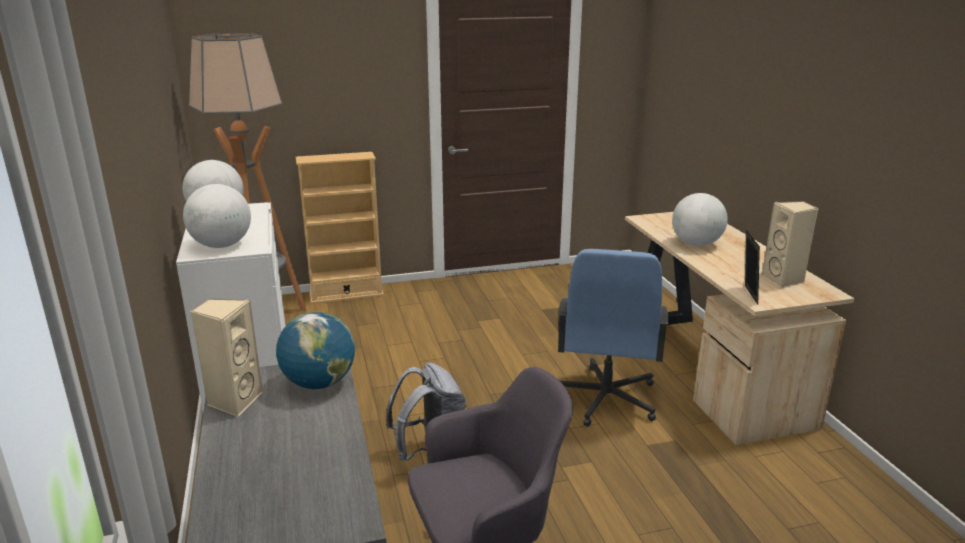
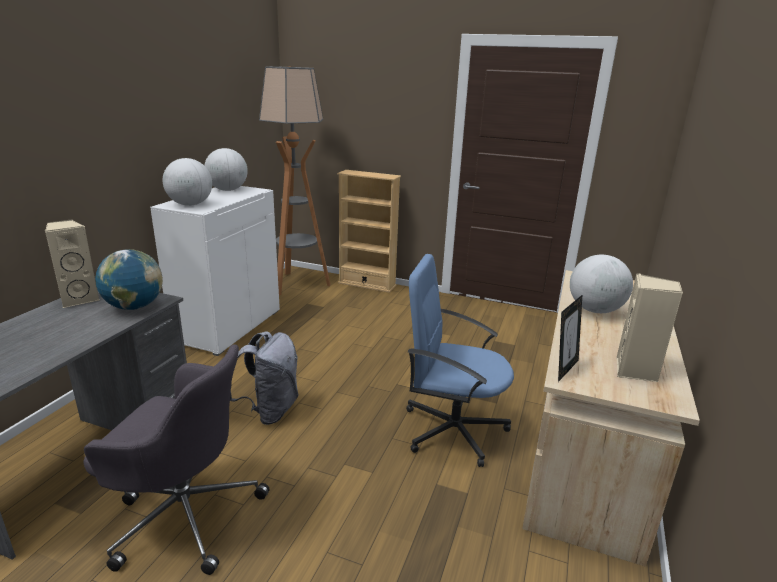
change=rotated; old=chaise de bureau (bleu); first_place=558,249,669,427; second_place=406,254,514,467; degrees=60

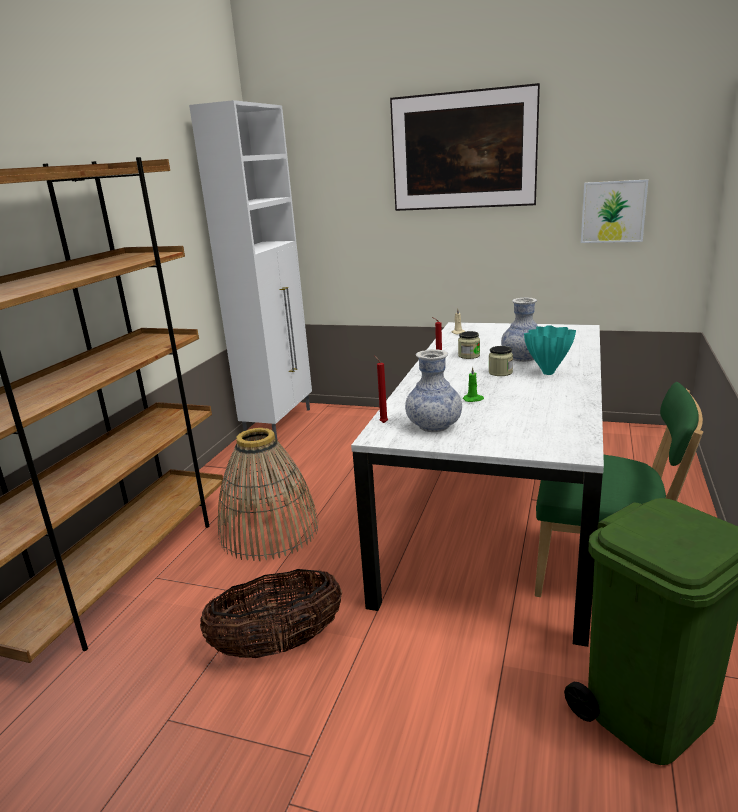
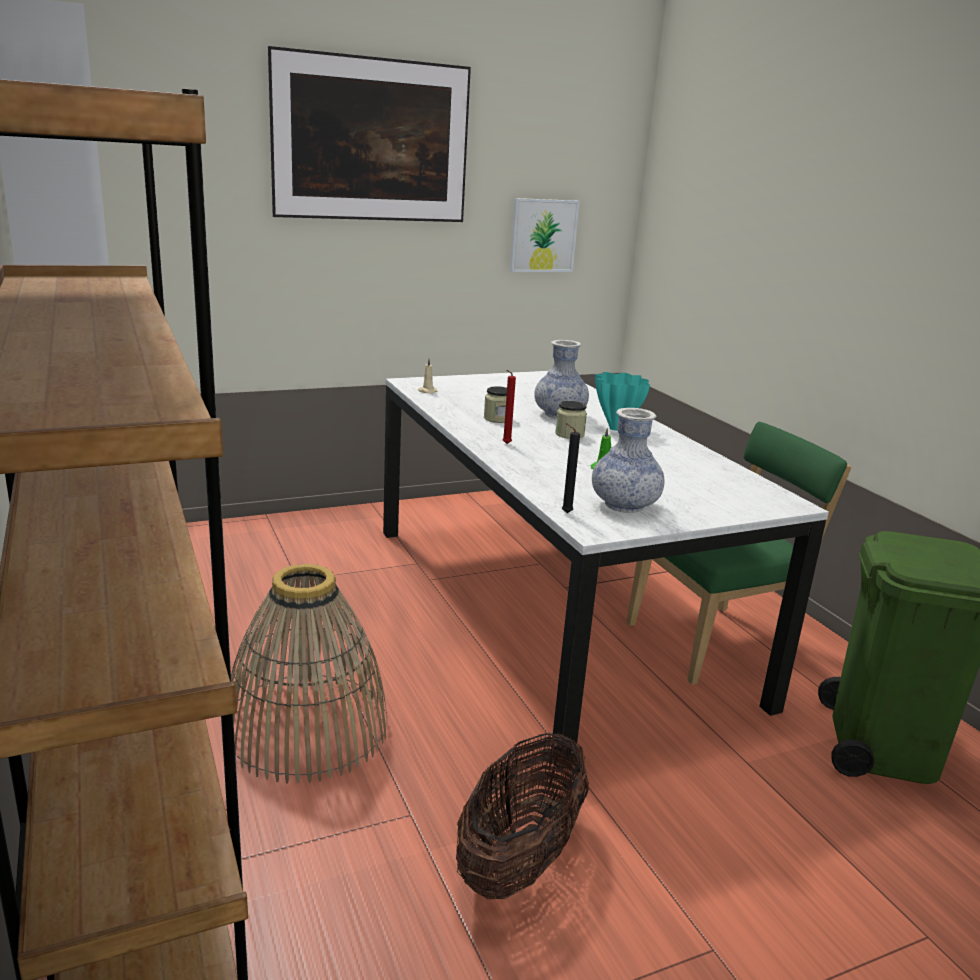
change=repainted; old=bougie (rouge); new=bougie (noir); first_place=375,356,388,423; second_place=562,423,580,513

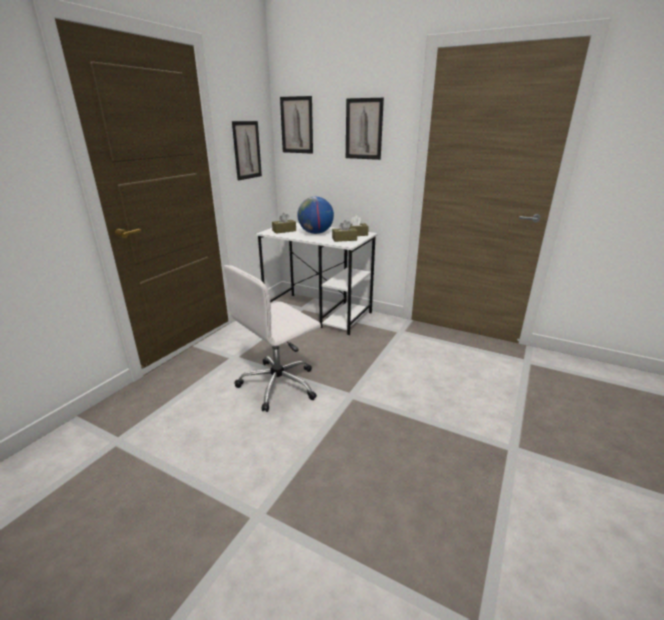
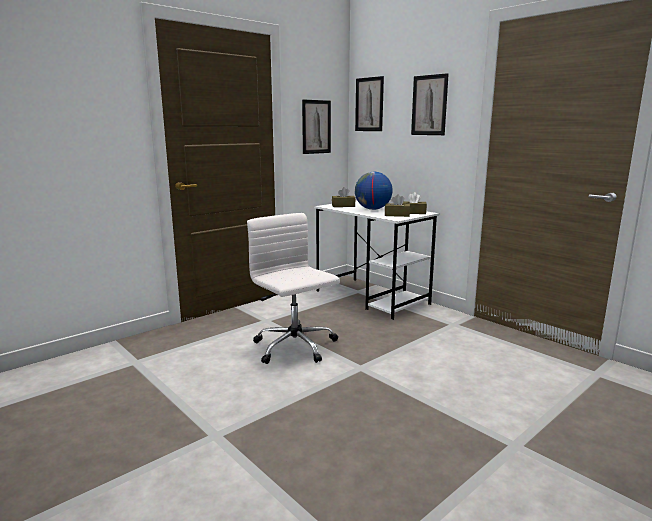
change=rotated; old=chaise de bureau (blanc); first_place=224,265,321,412; second_place=247,213,340,364; degrees=75

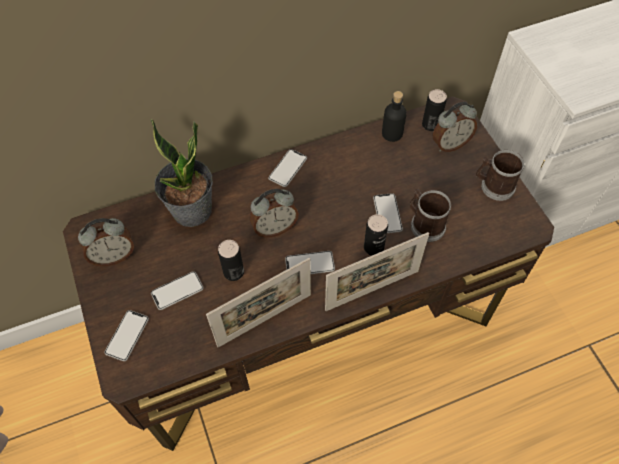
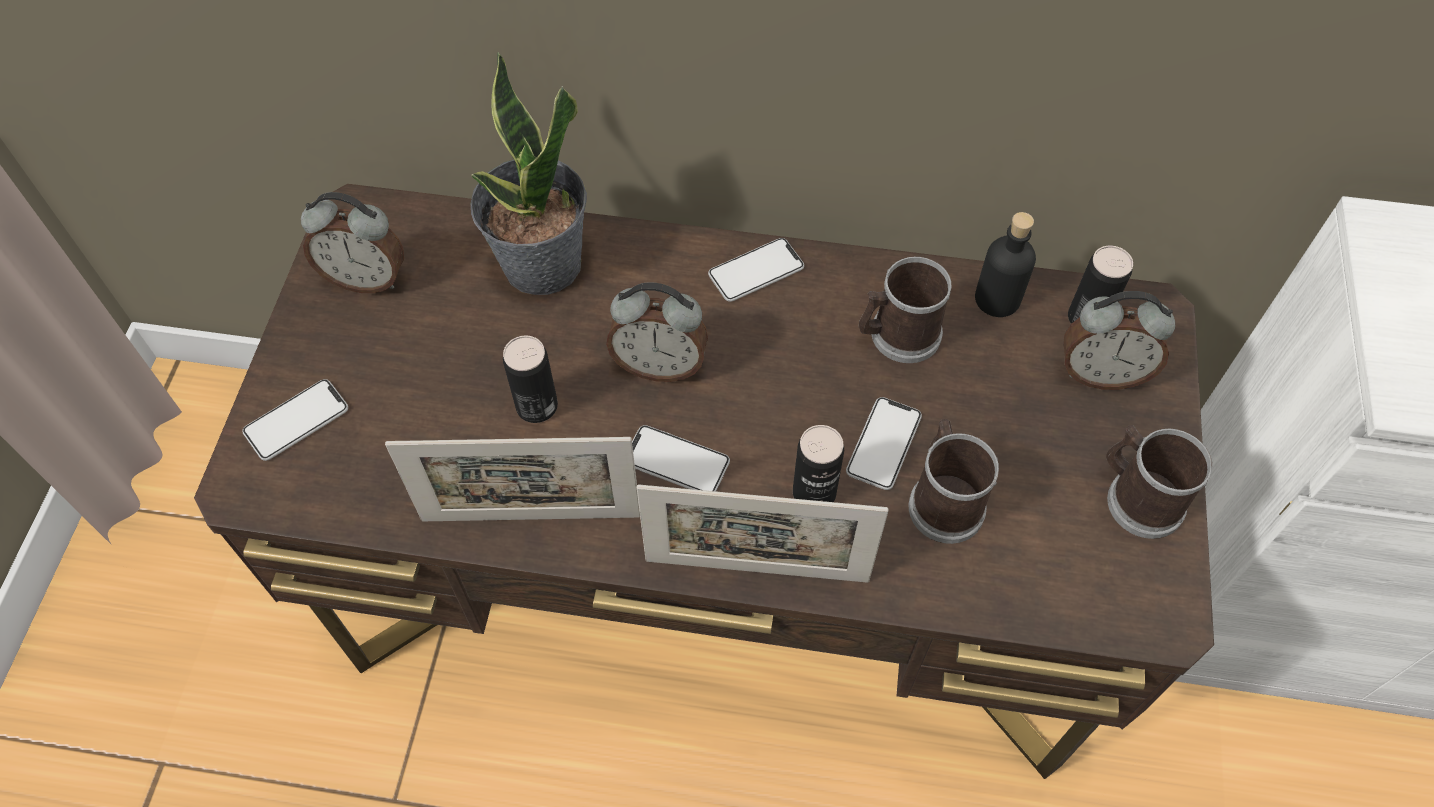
change=gone; old=téléphone; first_place=151,271,204,310
change=new; new=mug; second_place=858,257,952,363

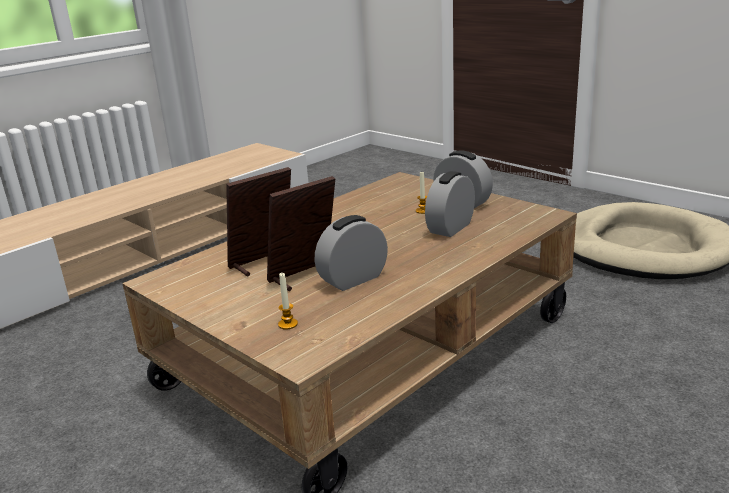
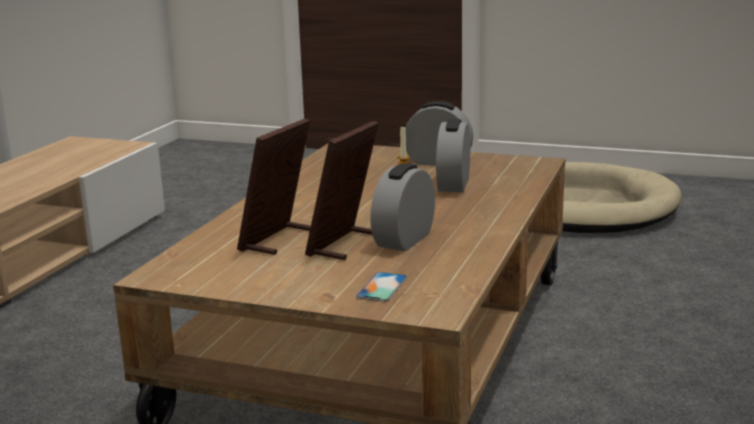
change=swapped; old=bougie; new=téléphone; first_place=278,273,298,330; second_place=356,272,407,302

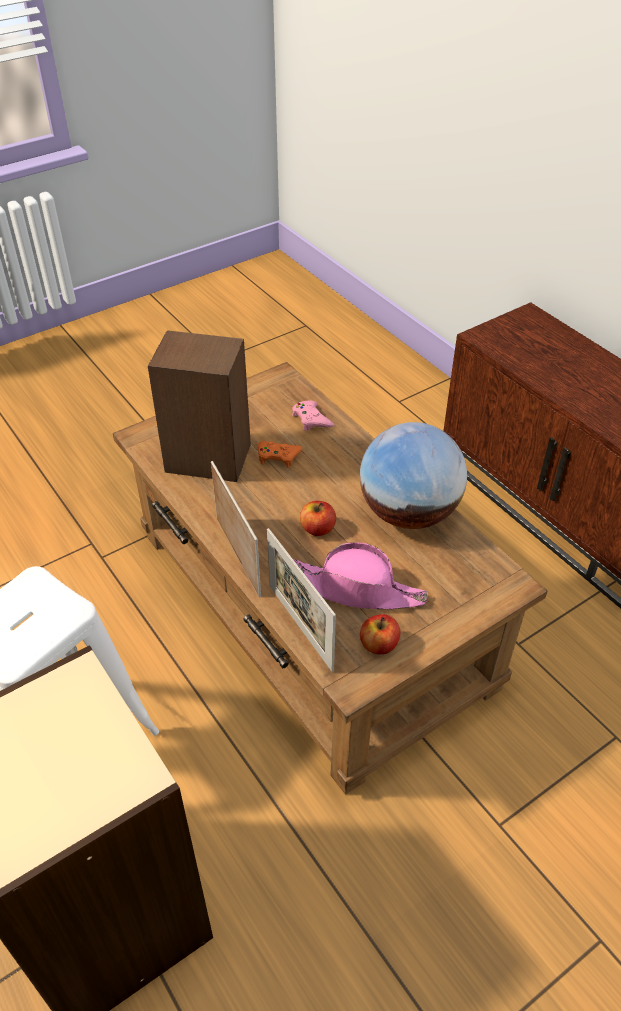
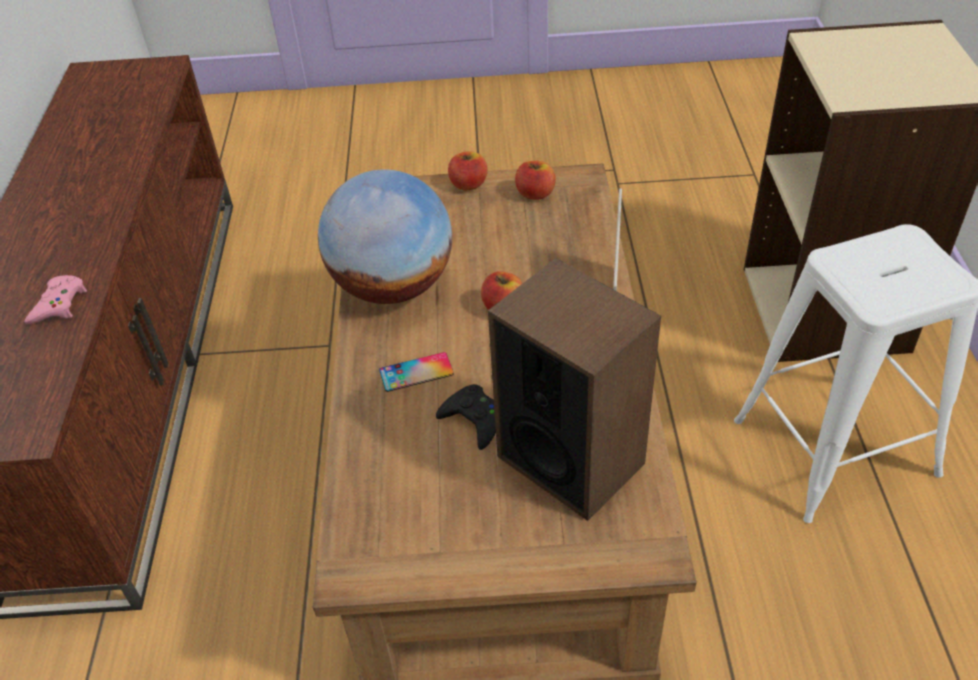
change=shifted; old=manette (rose); first_place=292,401,334,431; second_place=24,275,87,324
change=repainted; old=manette (orange); new=manette (noir); first_place=258,441,302,468; second_place=436,384,496,450
change=gone; old=cadre photo; first_place=267,528,336,672
change=gone; old=chapeau (rose); first_place=293,542,428,609
change=new; new=pomme; second_place=448,151,488,190
change=new; new=téléphone; second_place=379,352,454,392

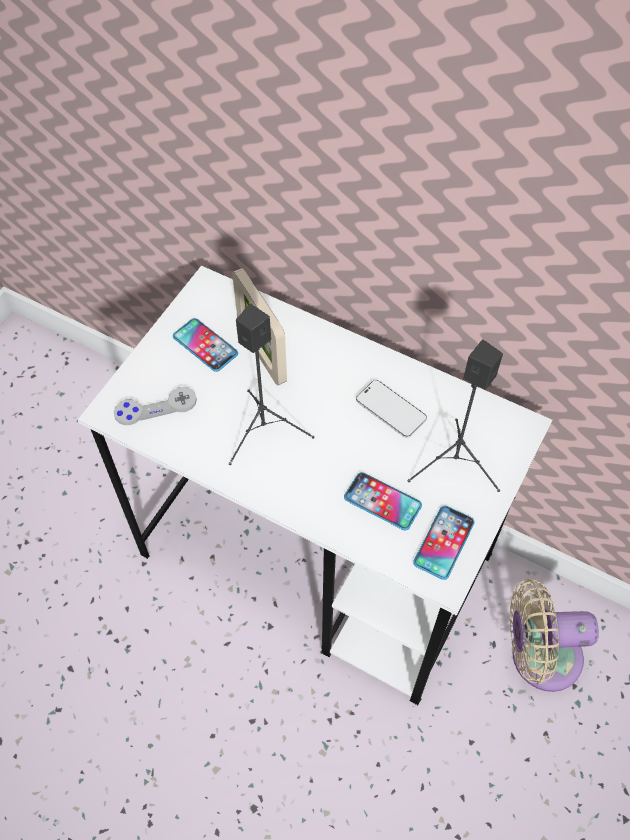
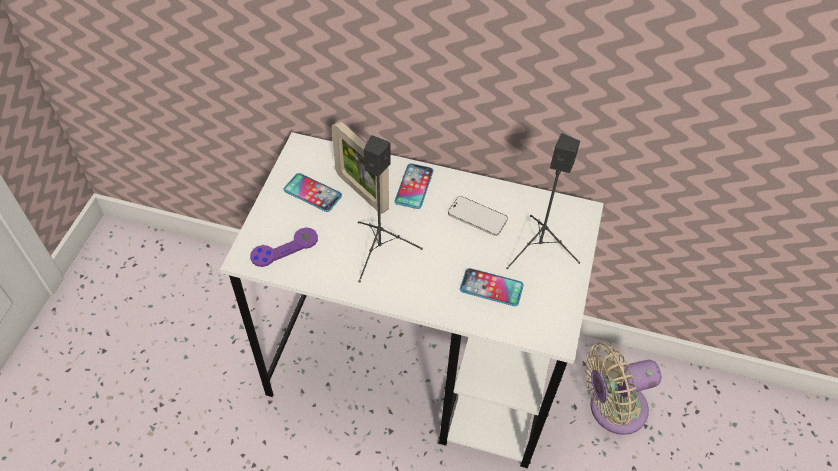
change=repainted; old=manette (gris); new=manette (violet); first_place=114,387,197,425; second_place=250,228,318,267
change=shifted; old=téléphone; first_place=413,506,475,580; second_place=395,163,433,209

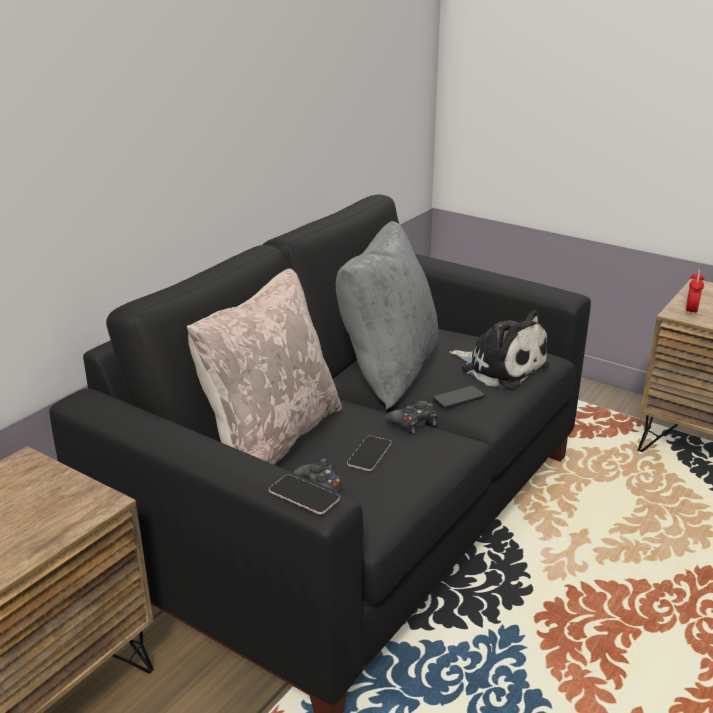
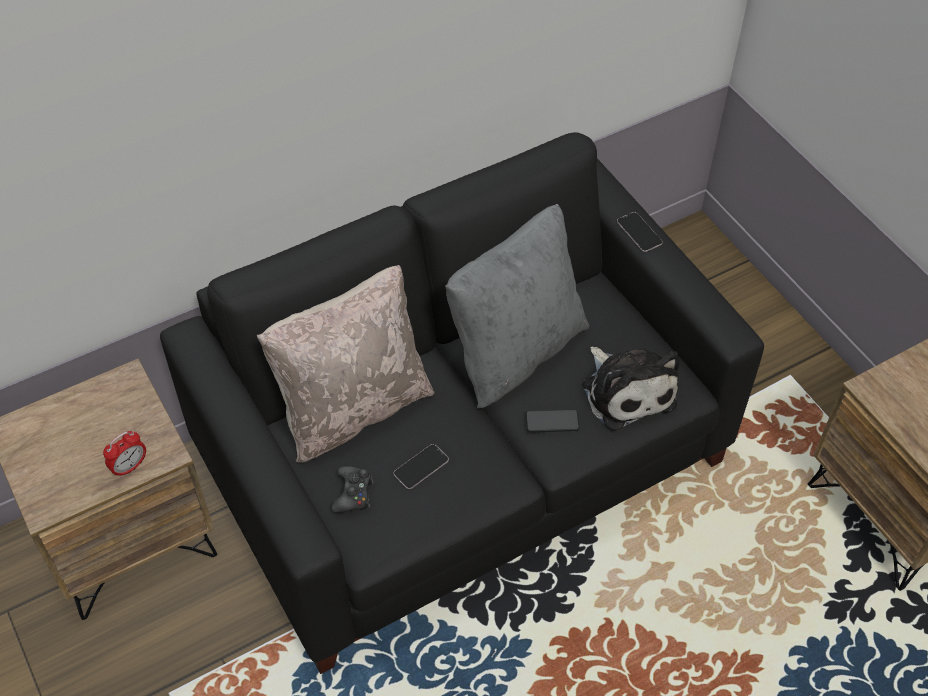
change=shifted; old=réveil; first_place=686,269,704,316; second_place=103,431,146,478
change=gone; old=manette (noir); first_place=385,401,437,434
change=shifted; old=téléphone; first_place=269,474,340,514; second_place=617,212,663,252

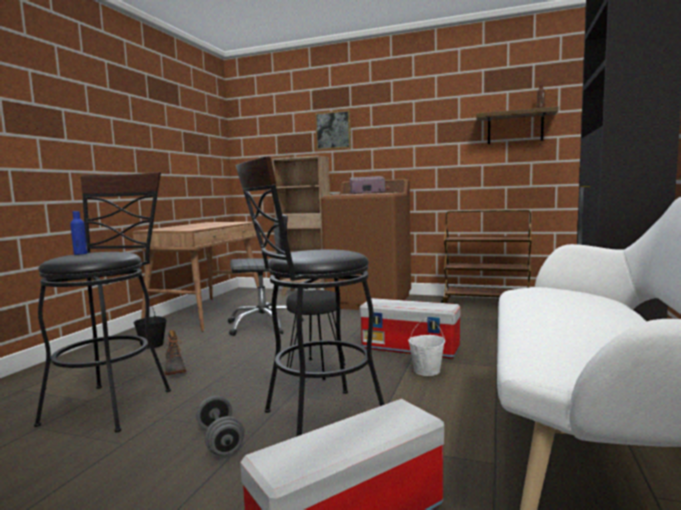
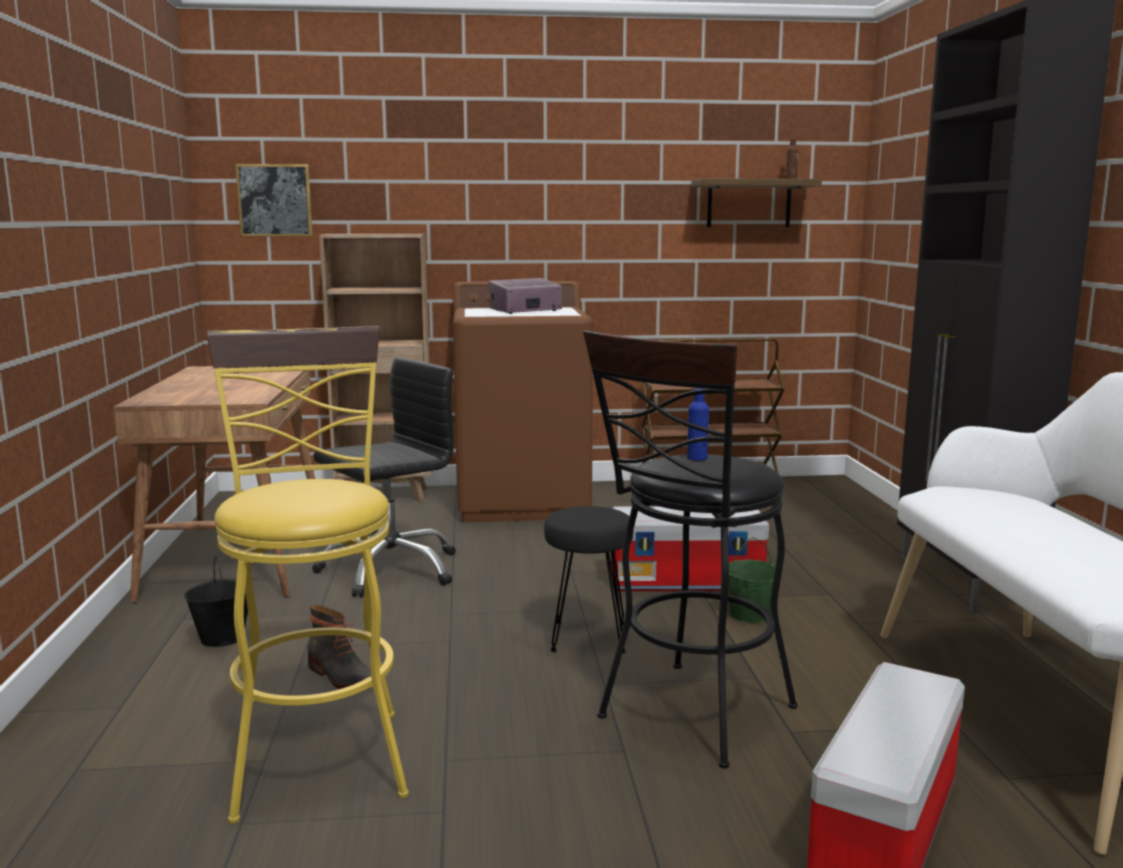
change=shifted; old=tableau; first_place=315,110,351,150; second_place=235,164,313,237
change=repainted; old=tabouret (noir); new=tabouret (jaune); first_place=34,172,171,432; second_place=206,326,409,824
change=shifted; old=bouteille (bleu); first_place=70,211,88,255; second_place=687,388,709,461
change=repainted; old=seau (blanc); new=seau (vert); first_place=408,319,445,376; second_place=728,537,775,623
change=gone; old=haltère (gris); first_place=196,395,244,455

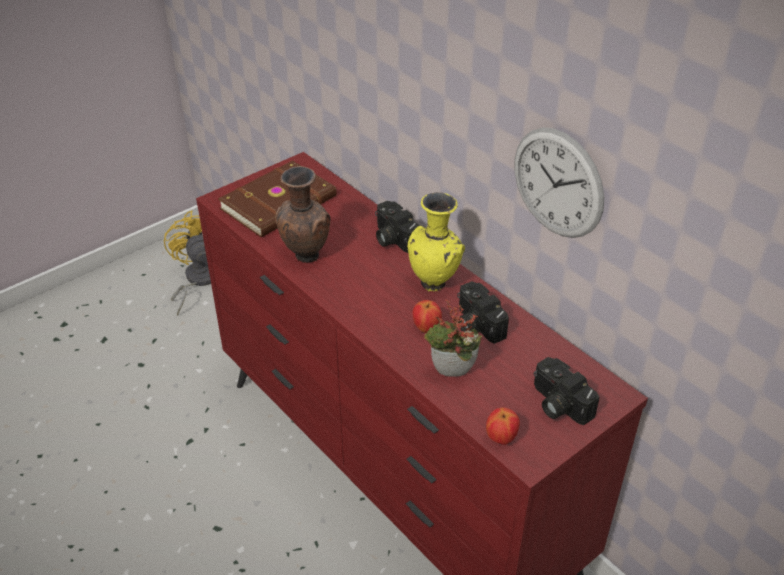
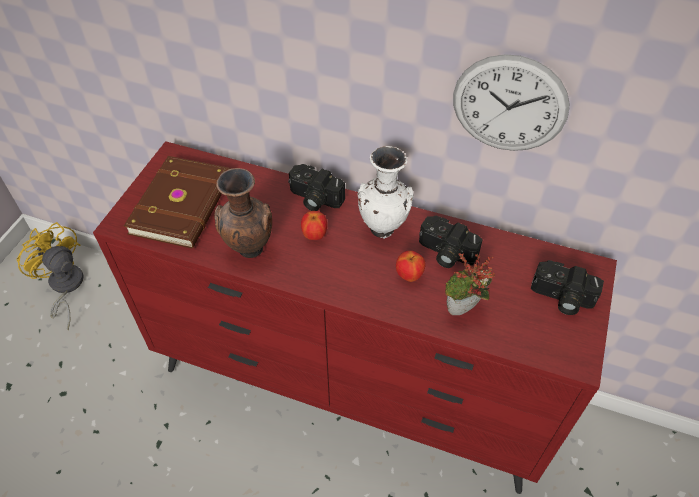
change=repainted; old=vase (jaune); new=vase (blanc); first_place=407,192,465,292; second_place=358,146,414,239
change=shifted; old=pomme; first_place=486,407,520,445; second_place=301,211,327,240

